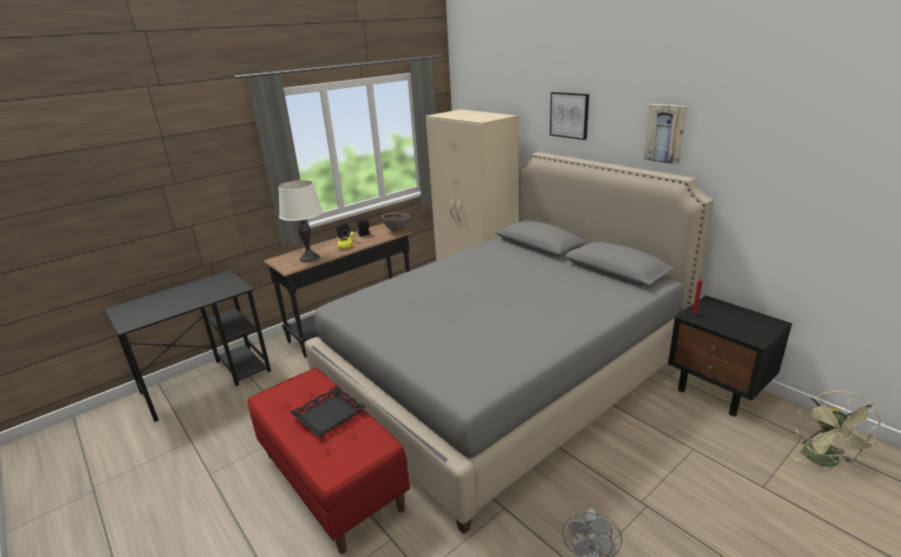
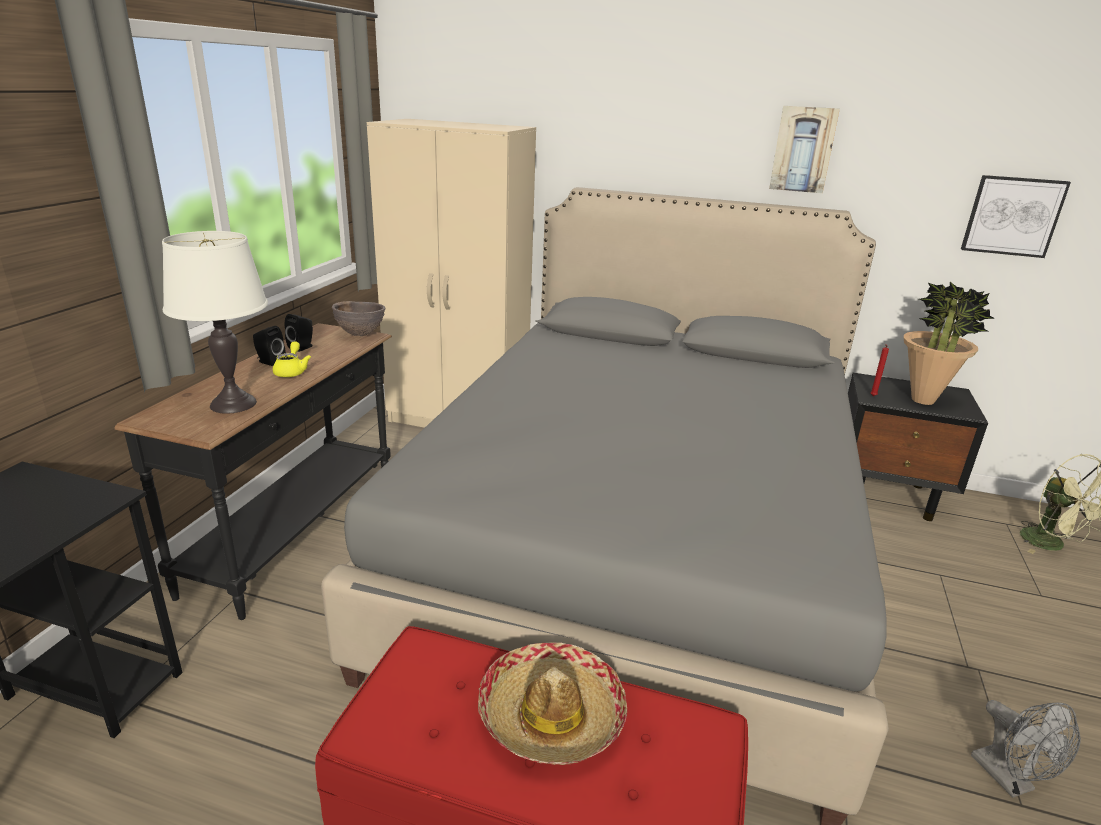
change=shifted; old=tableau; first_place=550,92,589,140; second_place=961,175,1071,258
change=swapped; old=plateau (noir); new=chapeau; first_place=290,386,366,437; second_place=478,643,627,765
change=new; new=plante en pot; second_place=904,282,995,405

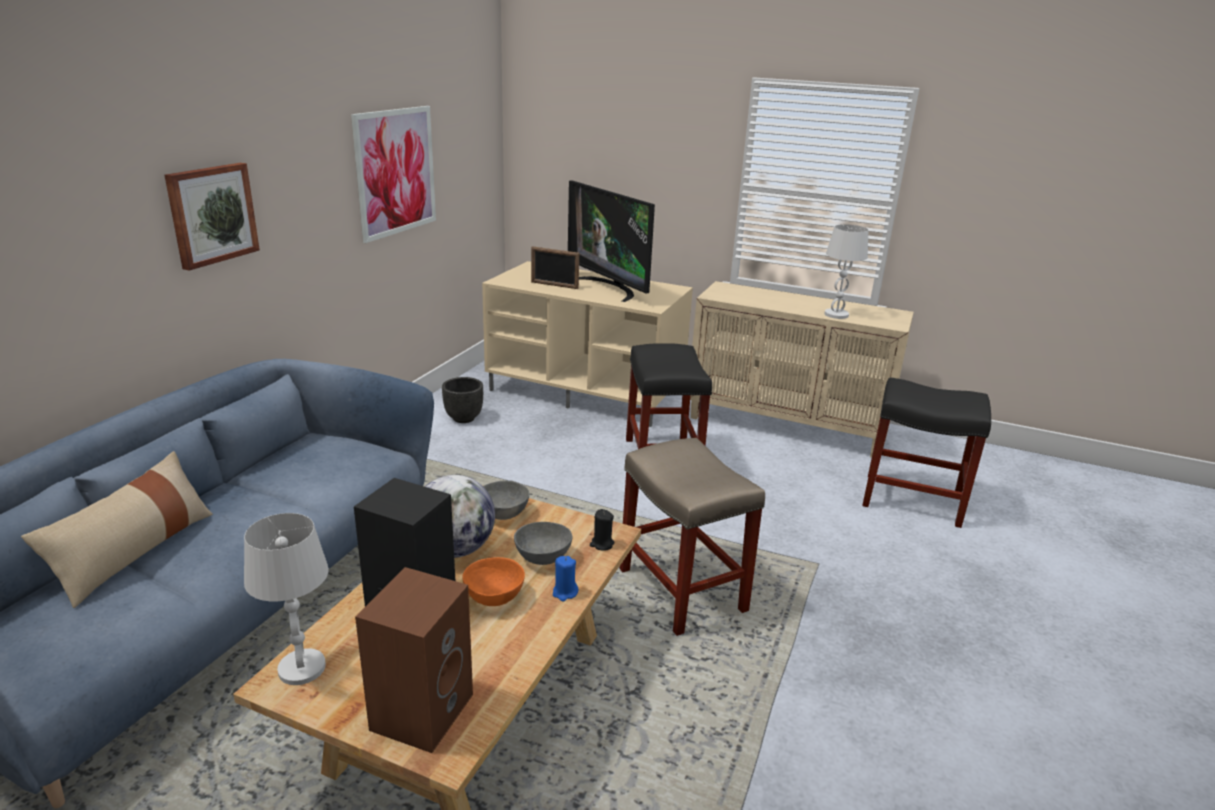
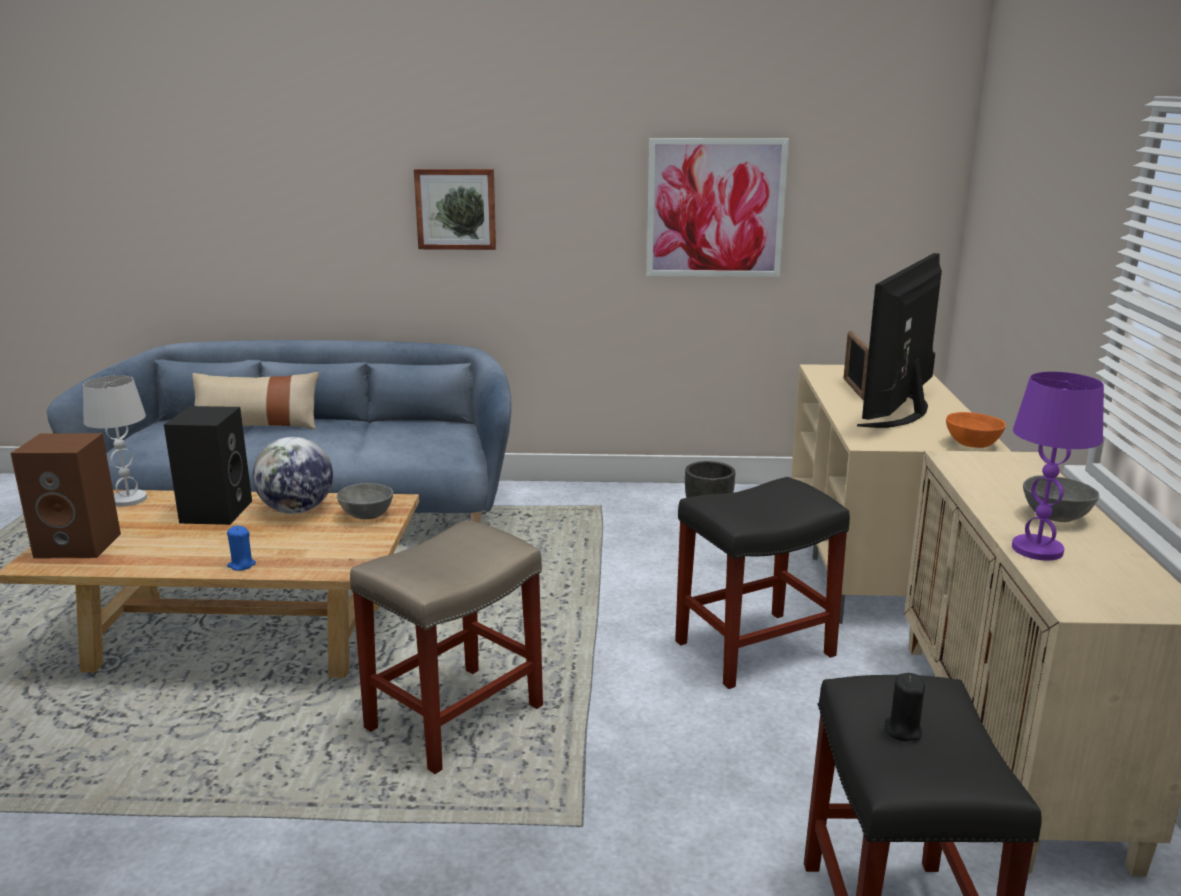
change=repainted; old=lampe de table (blanc); new=lampe de table (violet); first_place=824,224,868,319; second_place=1012,372,1104,561
change=shifted; old=bougie (noir); first_place=590,509,614,551; second_place=885,673,925,741
change=shifted; old=bol (gris); first_place=514,522,573,565; second_place=1023,475,1099,522
change=shifted; old=bol (orange); first_place=463,557,525,606; second_place=946,412,1006,448

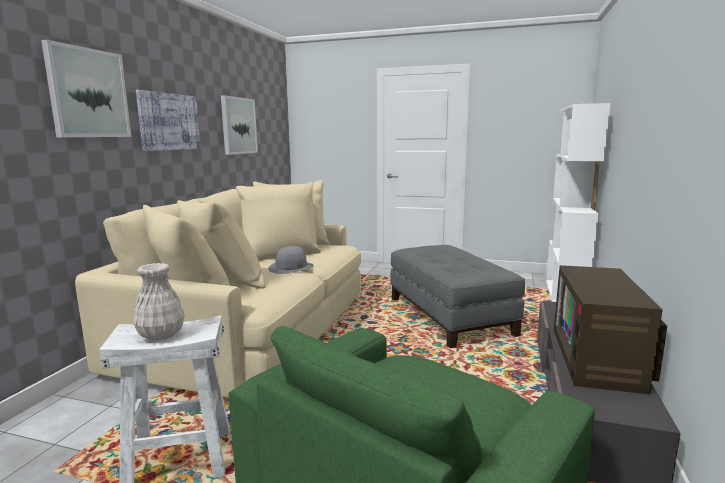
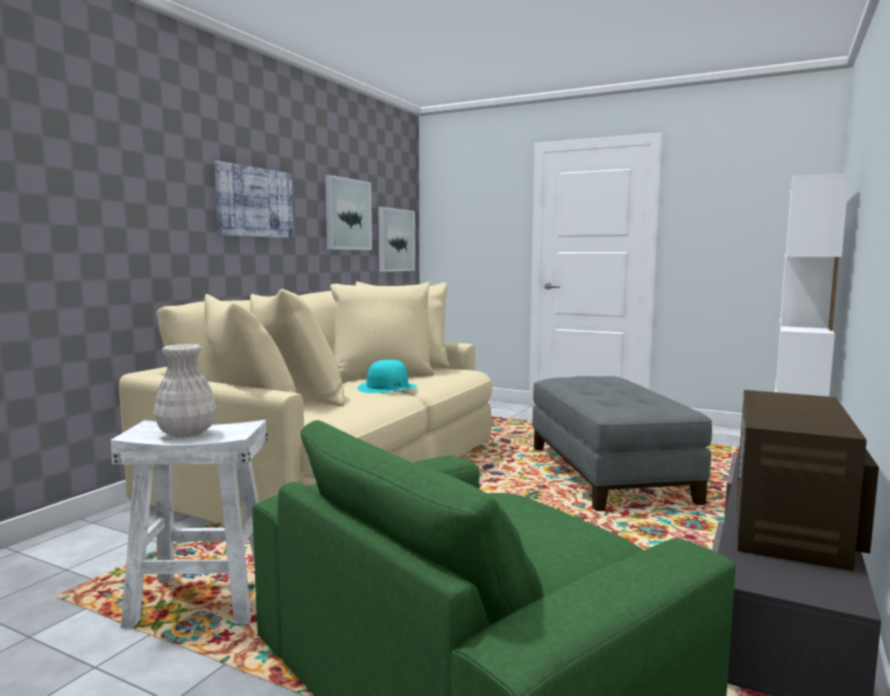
change=shifted; old=tableau; first_place=41,40,131,137; second_place=379,207,415,272
change=repainted; old=chapeau (gris); new=chapeau (turquoise); first_place=268,246,314,274; second_place=357,360,417,393

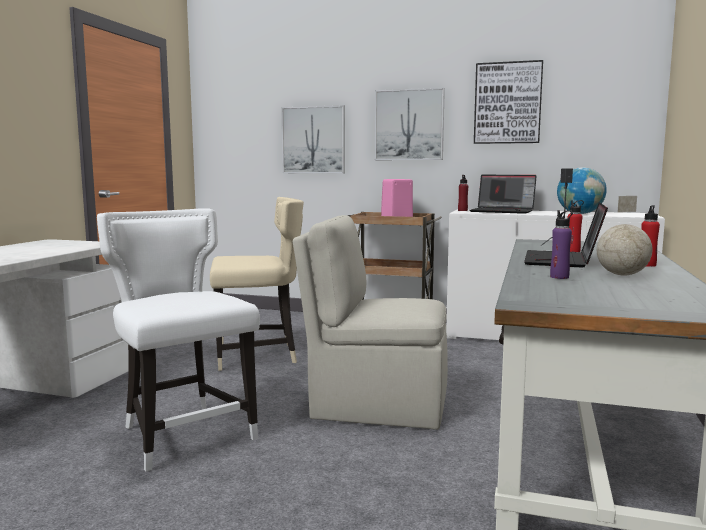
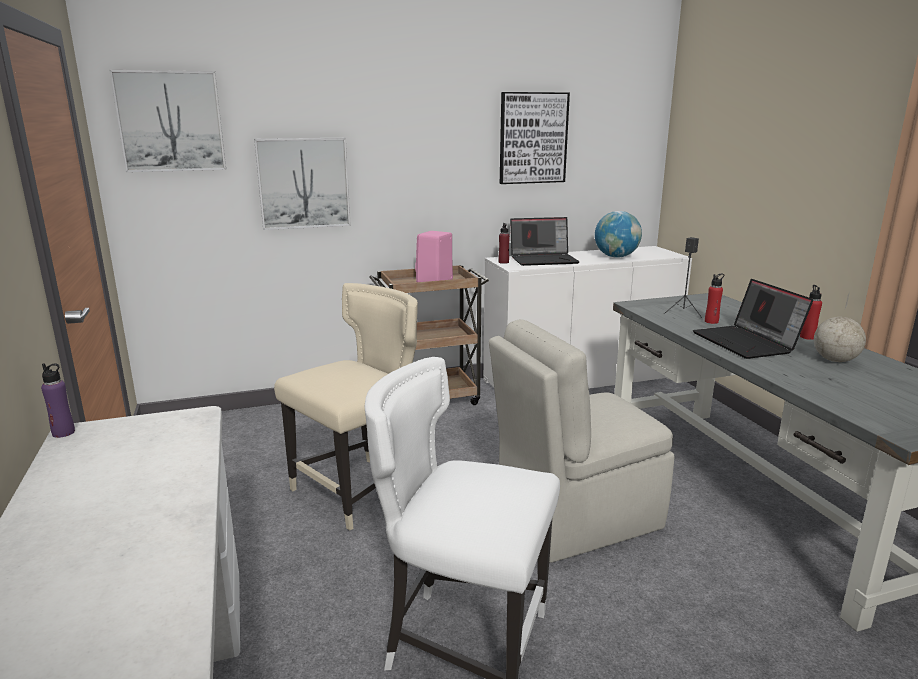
change=shifted; old=tableau; first_place=375,88,445,160; second_place=109,70,226,172
change=shifted; old=bouteille (violet); first_place=550,210,573,279; second_place=41,363,75,438

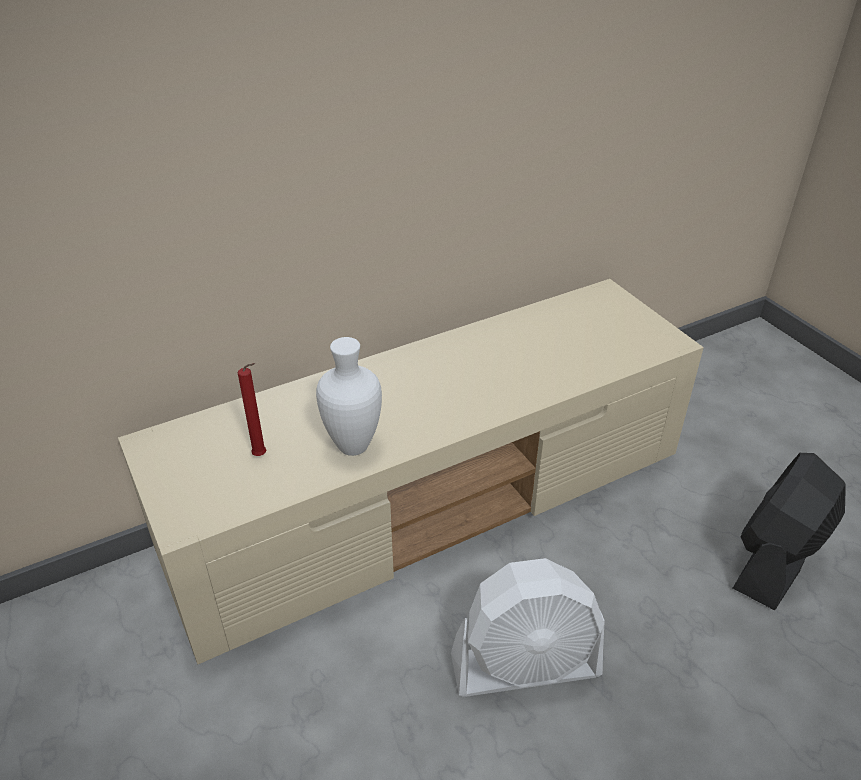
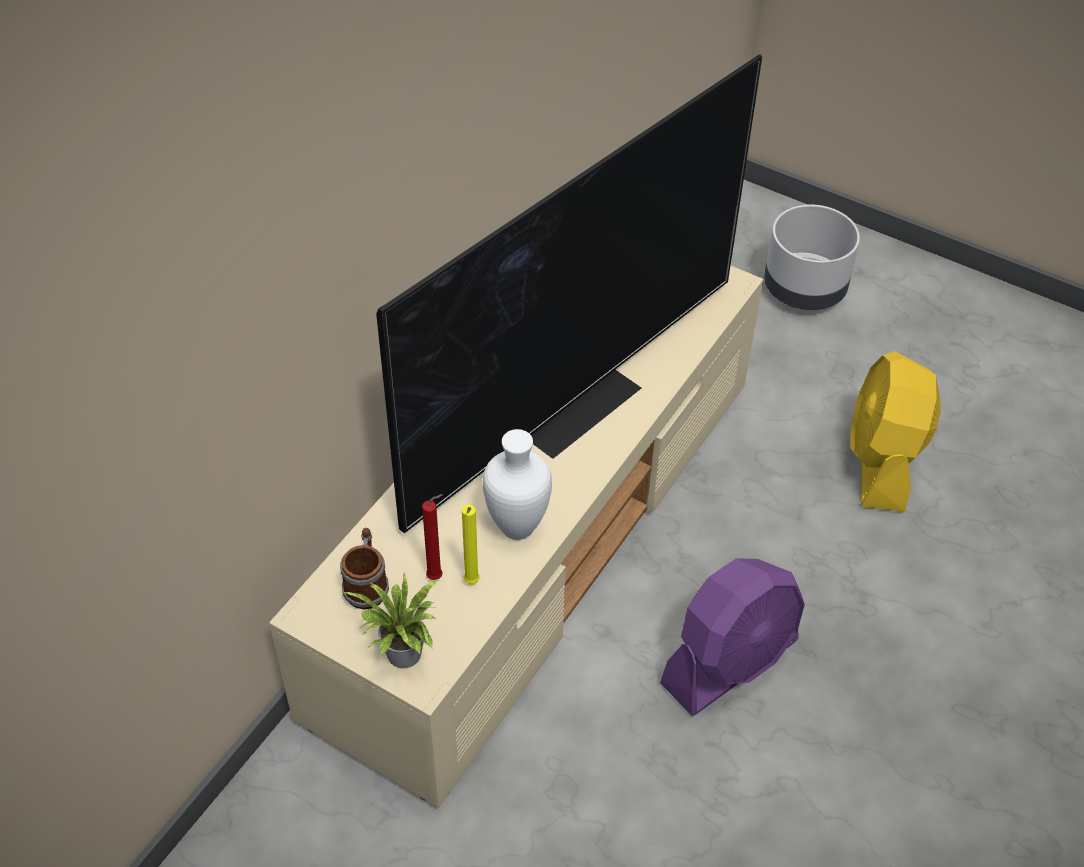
change=repainted; old=ventilateur (noir); new=ventilateur (jaune); first_place=733,453,846,610; second_place=851,351,941,512
change=repainted; old=ventilateur (blanc); new=ventilateur (violet); first_place=451,558,605,697; second_place=660,558,805,716
change=new; new=téléviseur; second_place=376,54,762,533
change=new; new=cache-pot (gris); second_place=764,204,860,310
change=new; new=bougie (jaune); second_place=462,505,480,584
change=new; new=mug; second_place=340,528,389,609
change=new; new=plante en pot; second_place=343,573,438,668

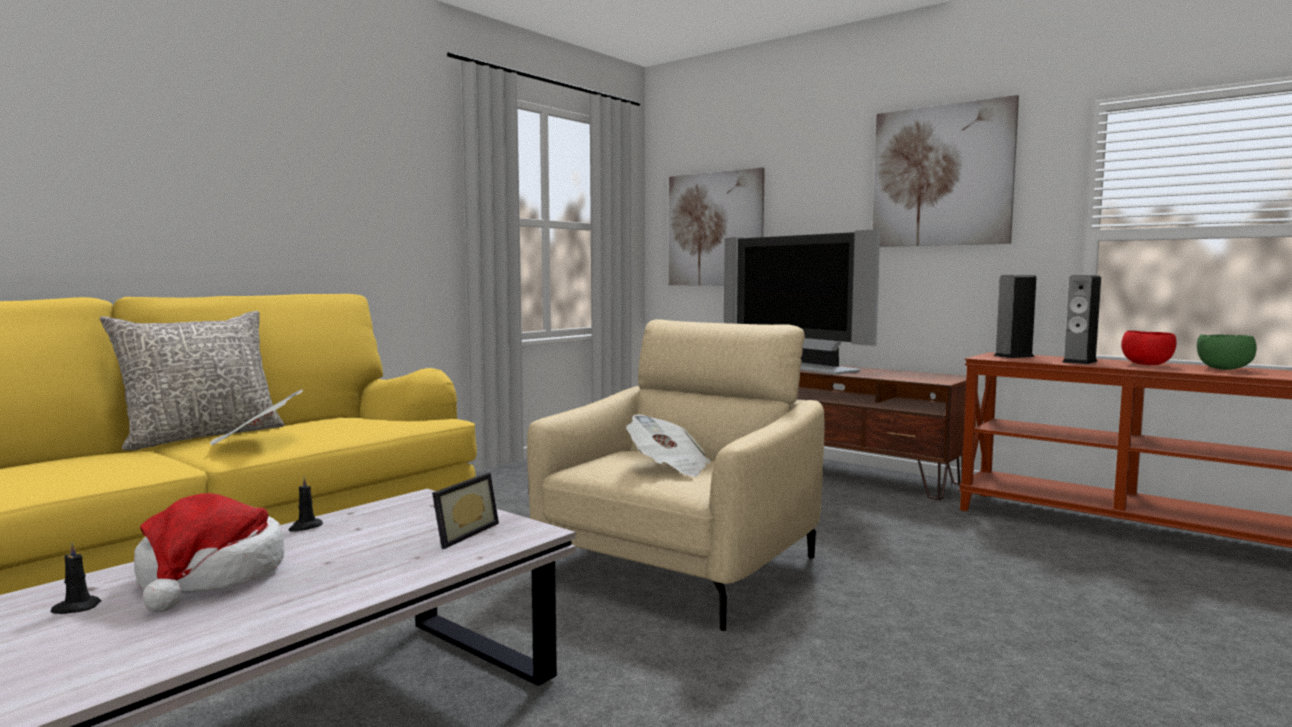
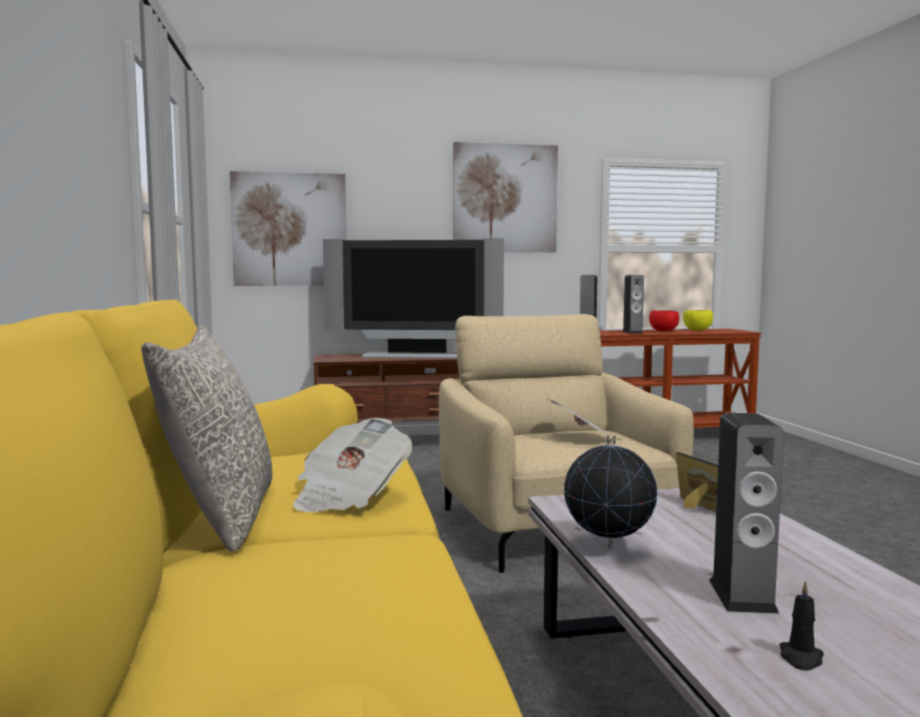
change=repainted; old=bol (vert); new=bol (jaune); first_place=1197,335,1257,370; second_place=683,310,713,331
change=swapped; old=bougie (noir); new=globe; first_place=289,476,323,532; second_place=564,435,657,549
change=swapped; old=chapeau; new=enceinte; first_place=134,493,284,612; second_place=709,413,784,614

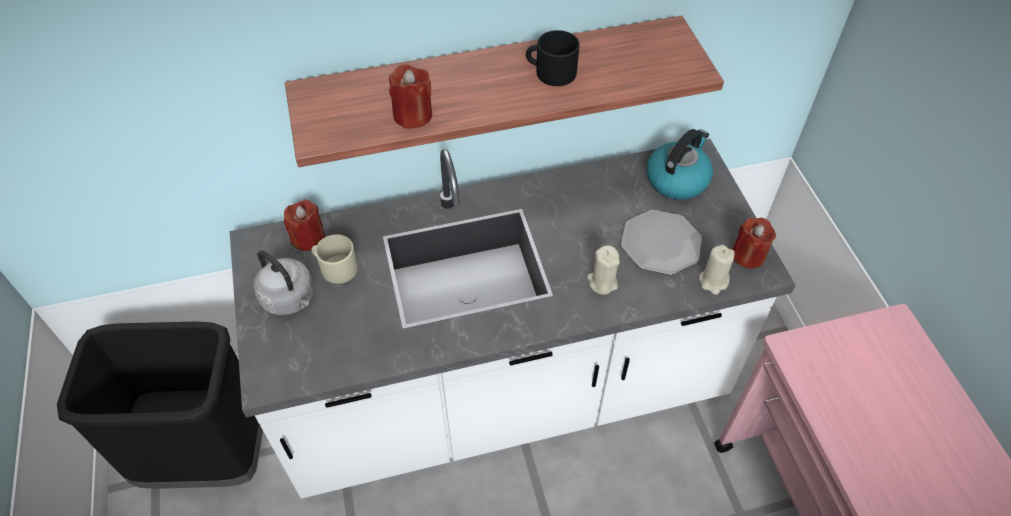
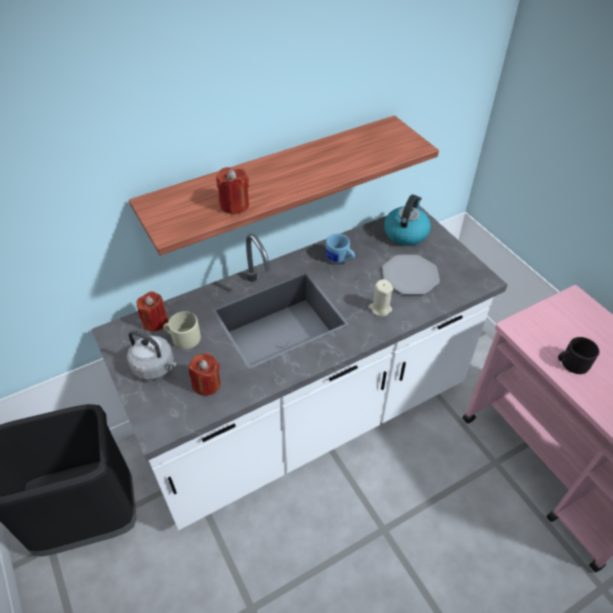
change=shifted; old=mug (noir); first_place=526,30,580,86; second_place=558,337,599,374
change=shifted; old=bougie (rouge); first_place=732,218,776,269; second_place=189,353,221,396
change=gone; old=bougie (beige); first_place=699,245,735,295
change=new; new=mug (bleu); second_place=326,234,355,263

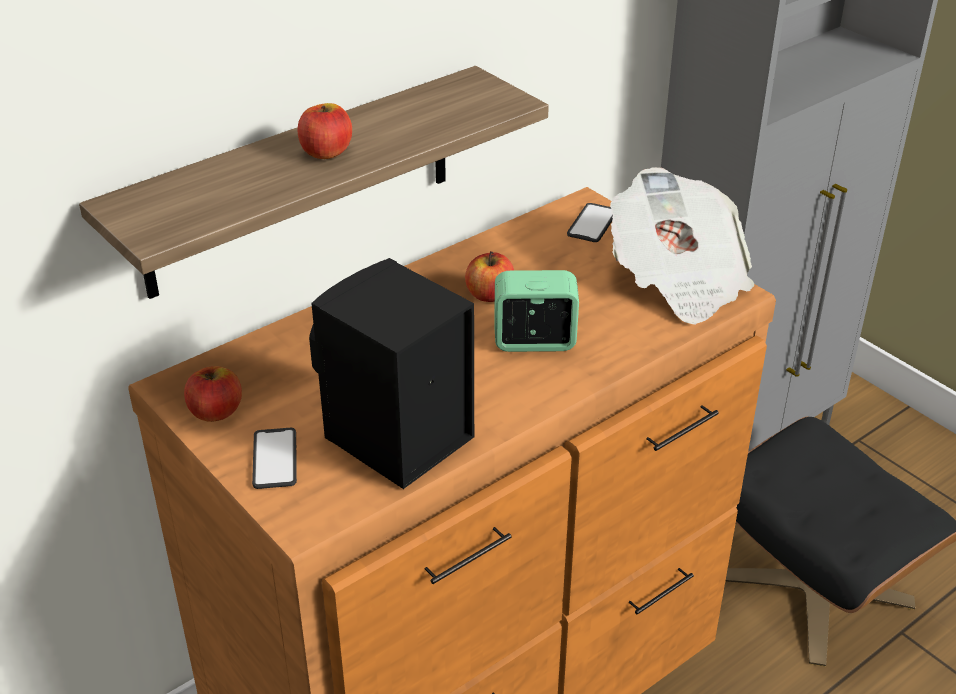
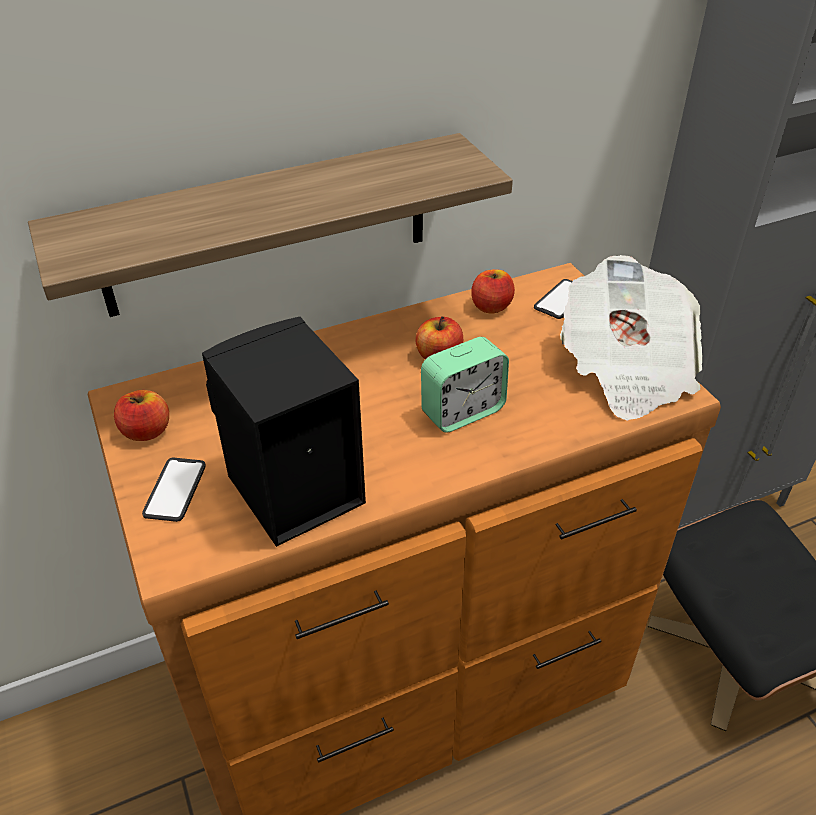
change=shifted; old=pomme; first_place=297,103,352,159; second_place=471,269,515,314
change=rotated; old=réveil; first_place=494,270,579,352; second_place=421,337,509,433; degrees=135

